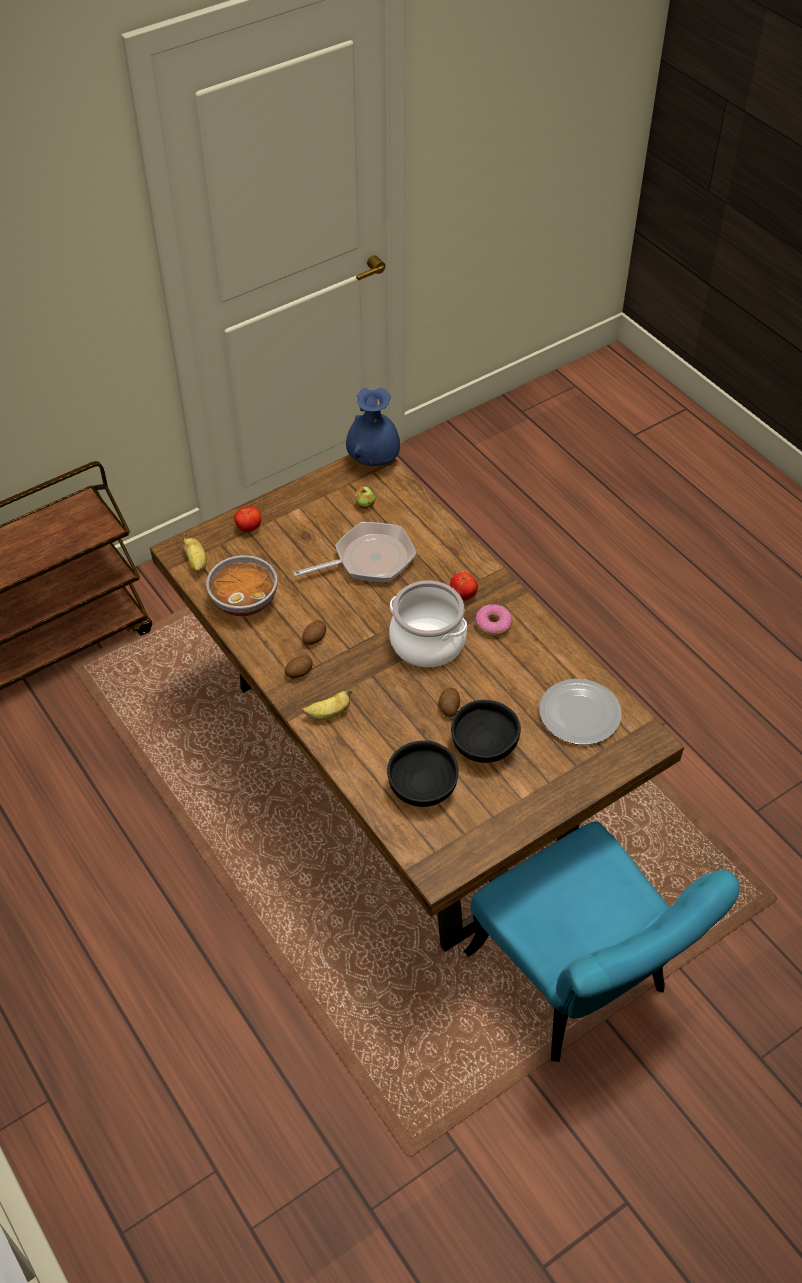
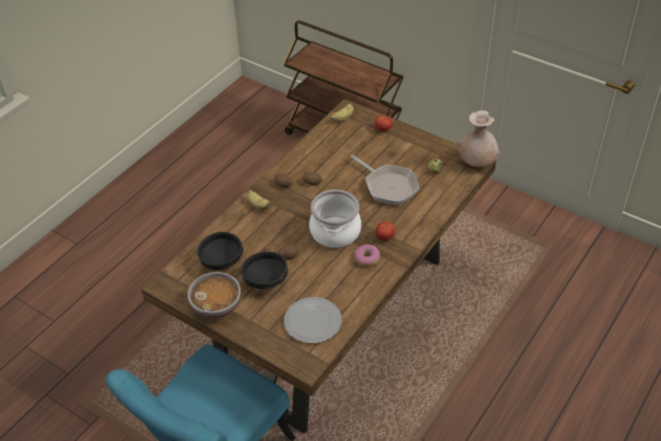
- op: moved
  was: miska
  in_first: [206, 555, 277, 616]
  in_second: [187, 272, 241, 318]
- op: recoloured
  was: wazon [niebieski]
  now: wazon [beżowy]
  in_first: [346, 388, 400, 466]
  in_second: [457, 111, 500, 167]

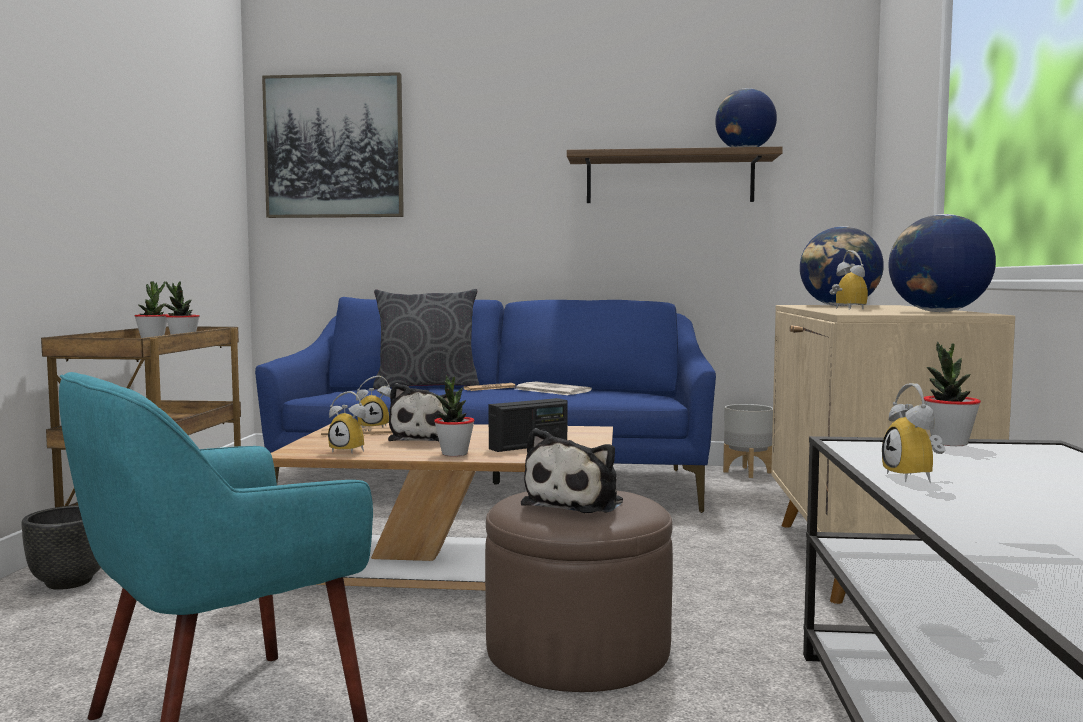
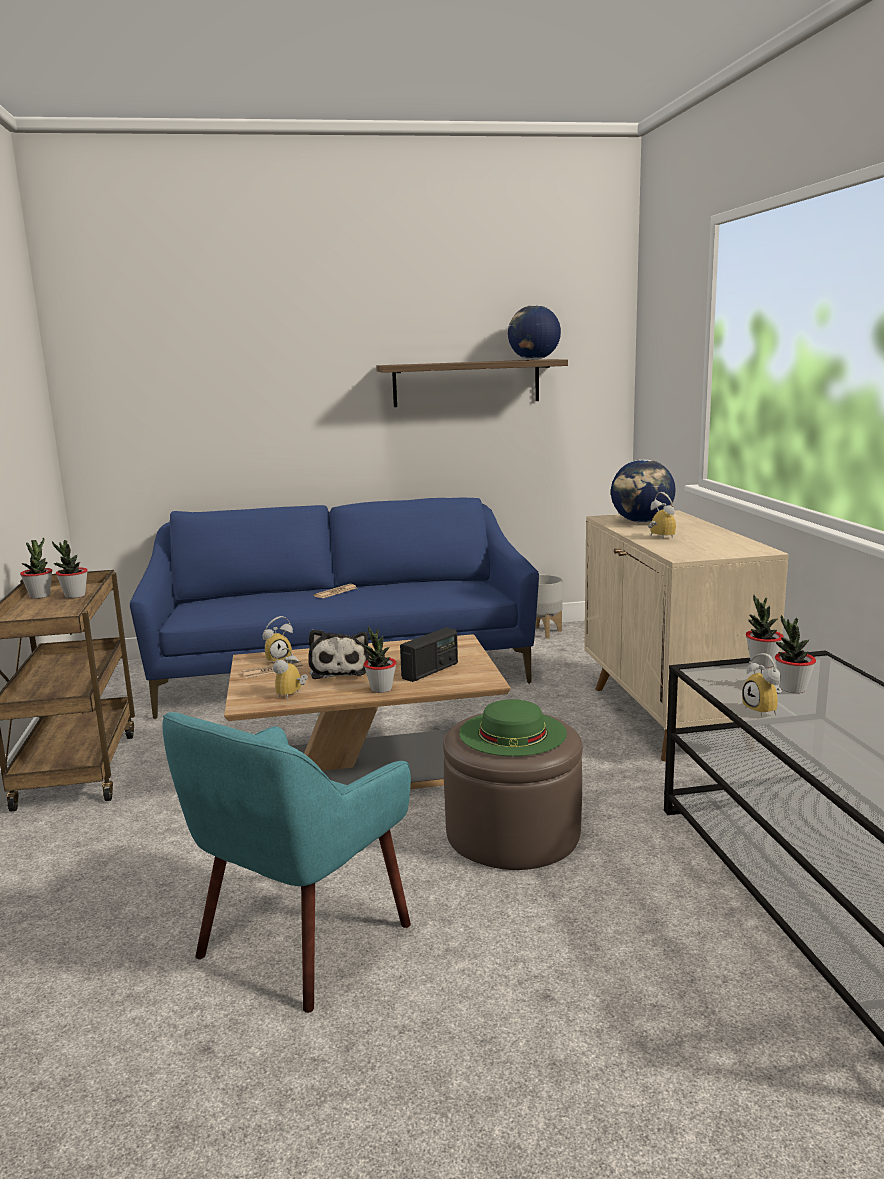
- op: removed
  was: donica [czarny]
  in_first: [22, 505, 101, 590]
- op: removed
  was: obraz
  in_first: [262, 72, 404, 218]
- op: removed
  was: poduszka [szary]
  in_first: [373, 289, 479, 389]
- op: removed
  was: gazeta
  in_first: [516, 382, 592, 395]
- op: removed
  was: globus
  in_first: [889, 214, 996, 312]
- op: added
  now: roślina doniczkowa
  in_second: [775, 615, 816, 693]
- op: replaced
  was: pluszak
  now: kapelusz [zielony]
  in_first: [521, 428, 623, 513]
  in_second: [459, 699, 567, 756]
- op: turned
  was: budzik
  in_first: [328, 391, 366, 453]
  in_second: [273, 647, 308, 700]
  clockwise: 105

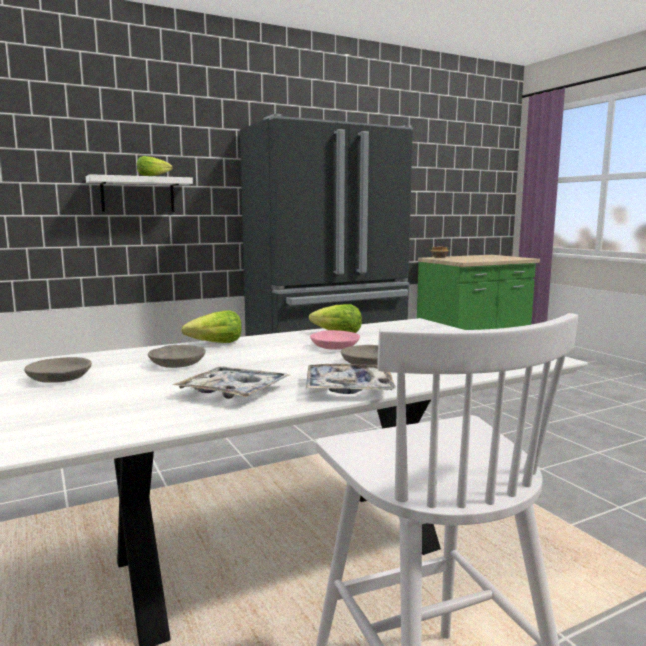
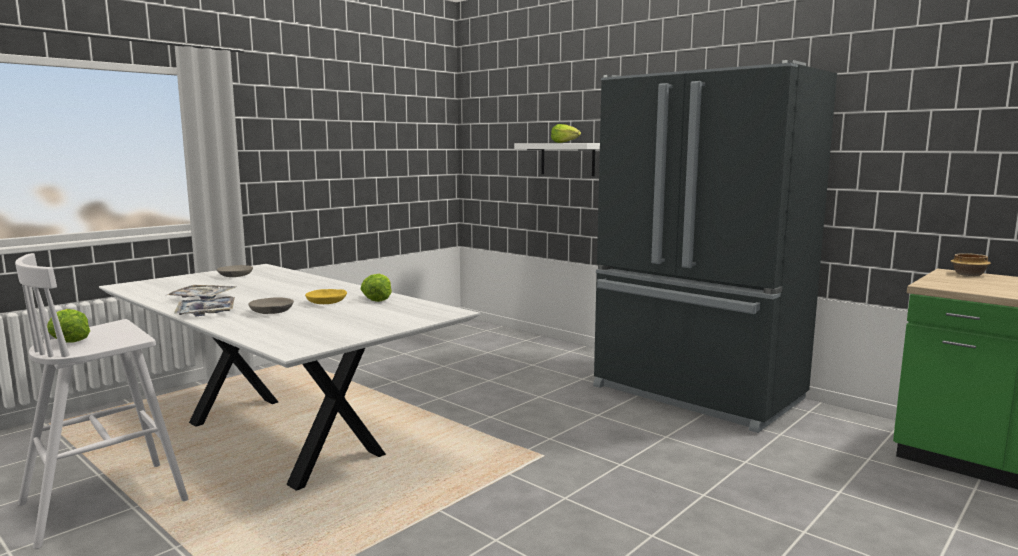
- op: removed
  was: miska [szary]
  in_first: [148, 345, 206, 368]
- op: moved
  was: sałata
  in_first: [181, 310, 242, 343]
  in_second: [47, 309, 90, 343]
- op: recoloured
  was: miska [różowy]
  now: miska [żółty]
  in_first: [310, 330, 360, 350]
  in_second: [305, 289, 347, 304]

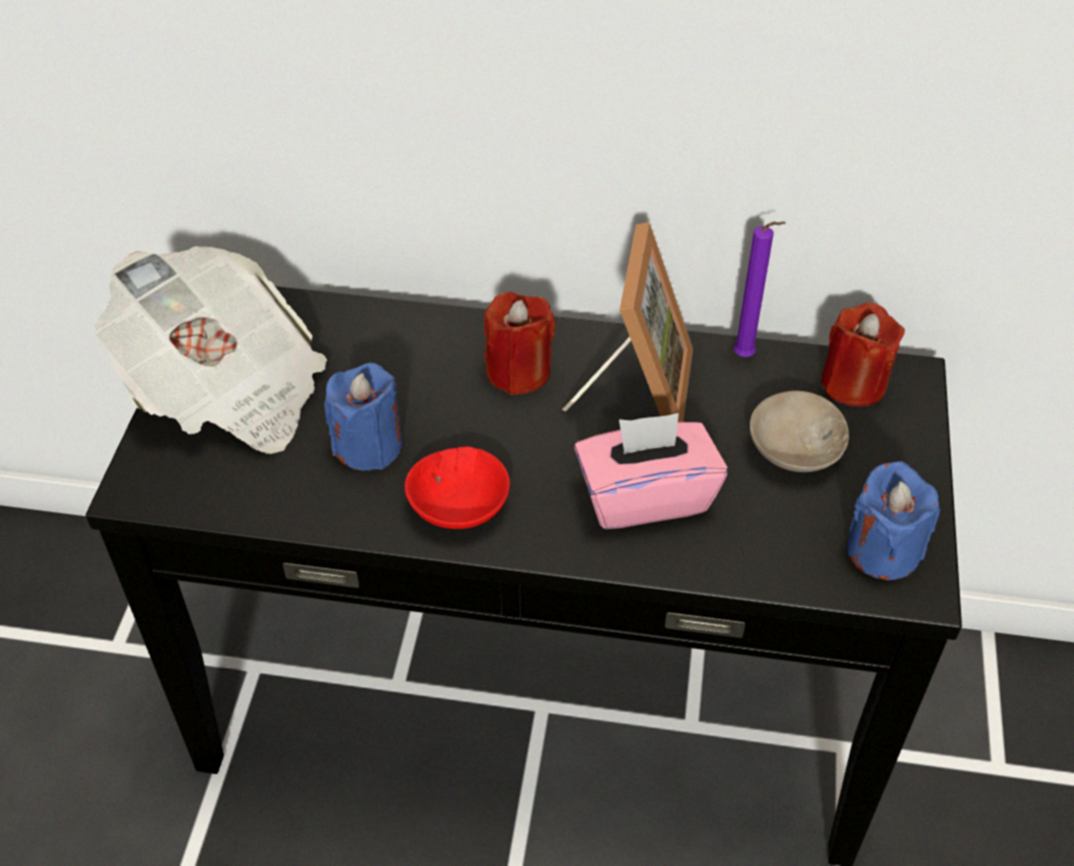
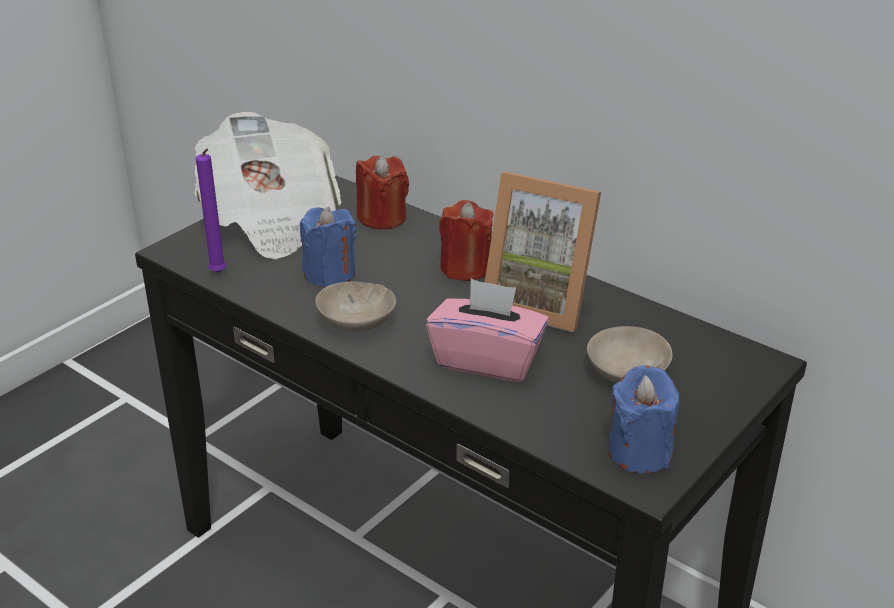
- op: moved
  was: świeca [fioletowy]
  in_first: [733, 222, 786, 357]
  in_second: [196, 148, 226, 273]
- op: moved
  was: świeca [czerwony]
  in_first: [821, 302, 905, 407]
  in_second: [356, 156, 409, 230]
- op: recoloured
  was: miska [czerwony]
  now: miska [beżowy]
  in_first: [405, 446, 510, 529]
  in_second: [315, 281, 396, 332]
- op: turned
  was: ramka na zdjęcie
  in_first: [562, 222, 693, 422]
  in_second: [485, 172, 601, 332]
  clockwise: 75

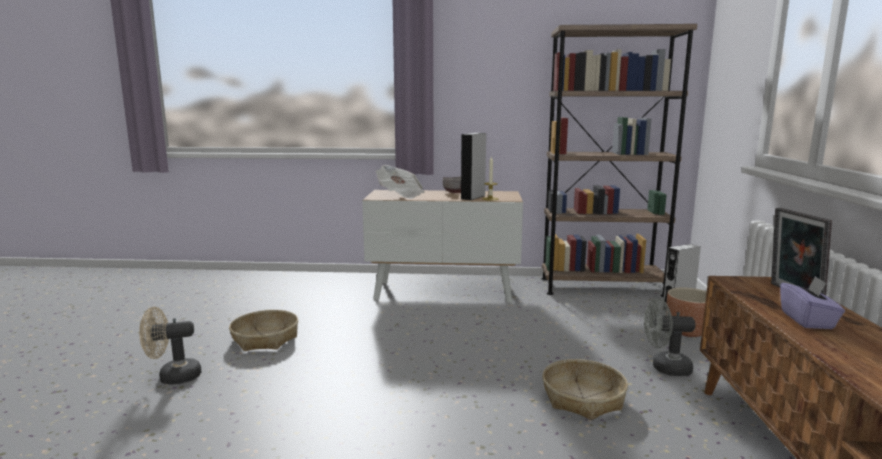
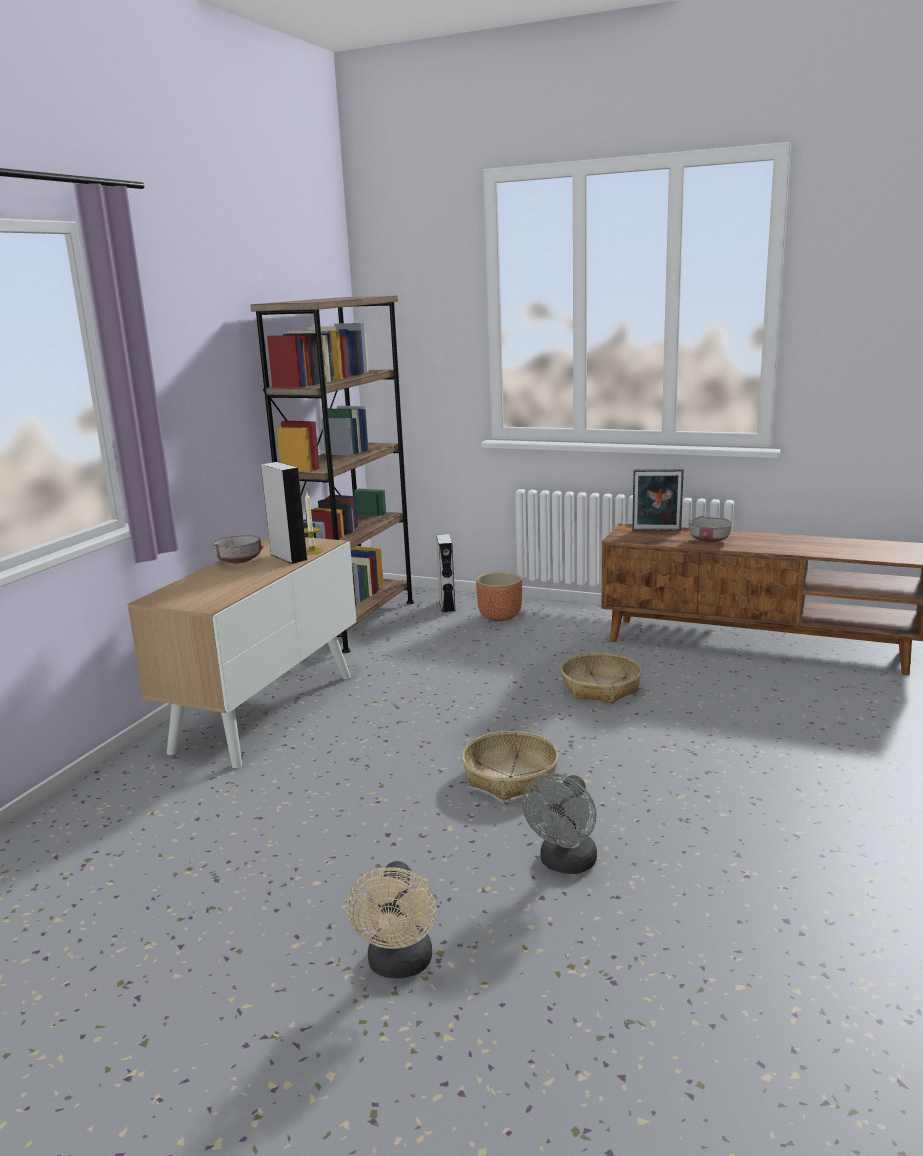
- op: removed
  was: gazeta
  in_first: [376, 165, 425, 199]
- op: moved
  was: koszyk
  in_first: [229, 310, 298, 351]
  in_second: [462, 731, 558, 801]
- op: moved
  was: wentylator [szary]
  in_first: [644, 298, 695, 376]
  in_second: [522, 773, 597, 874]
- op: replaced
  was: pudełko chusteczek [fioletowy]
  now: miska [szary]
  in_first: [780, 276, 845, 329]
  in_second: [689, 516, 732, 543]

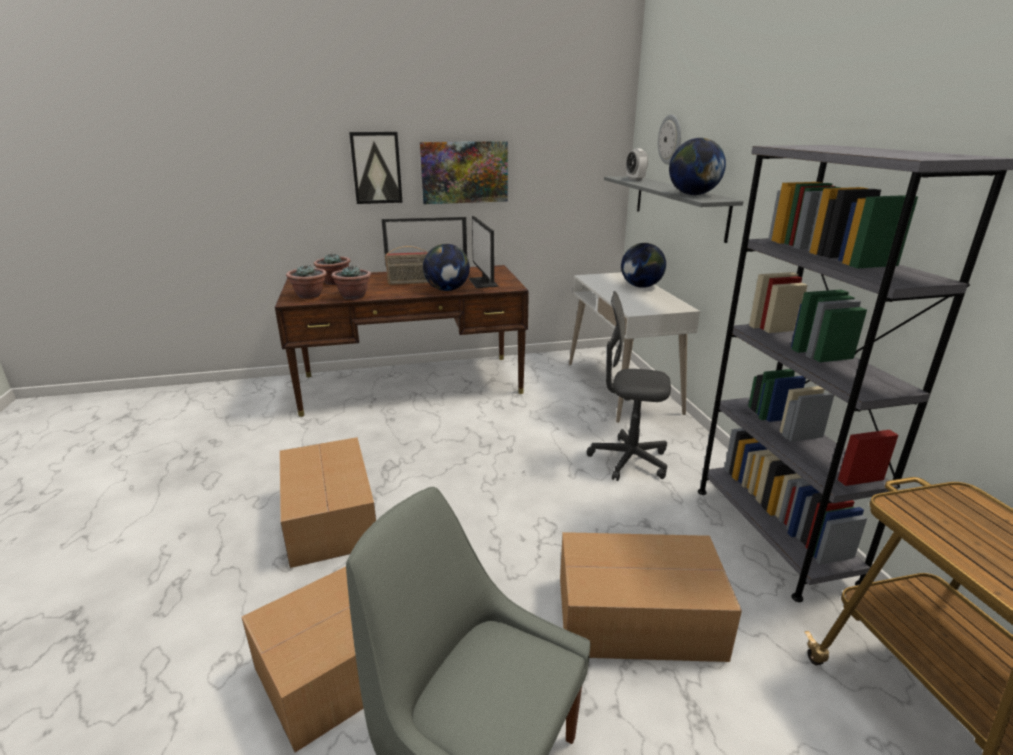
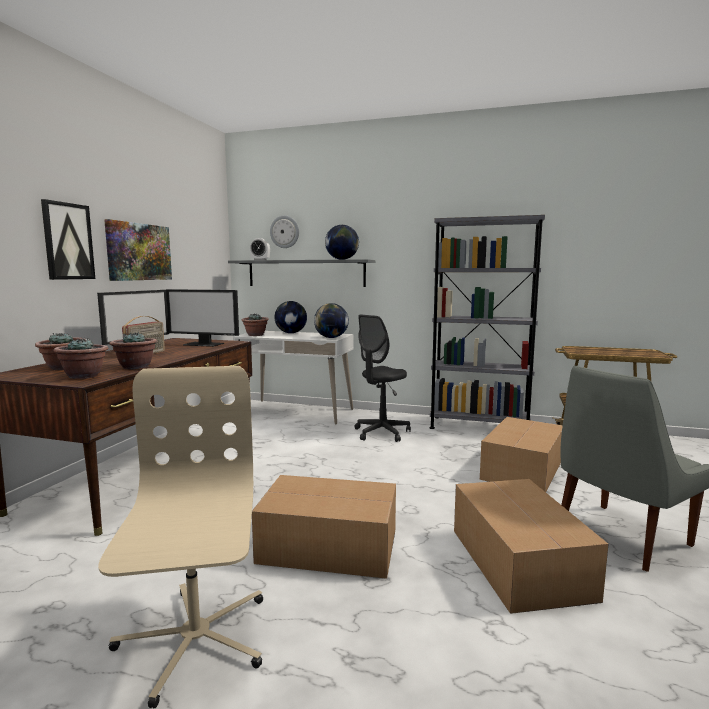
- op: added
  now: krzesło biurowe [beżowy]
  in_second: [98, 366, 263, 709]
- op: added
  now: roślina doniczkowa
  in_second: [241, 314, 269, 336]
- op: moved
  was: globus
  in_first: [423, 244, 470, 291]
  in_second: [314, 303, 349, 338]

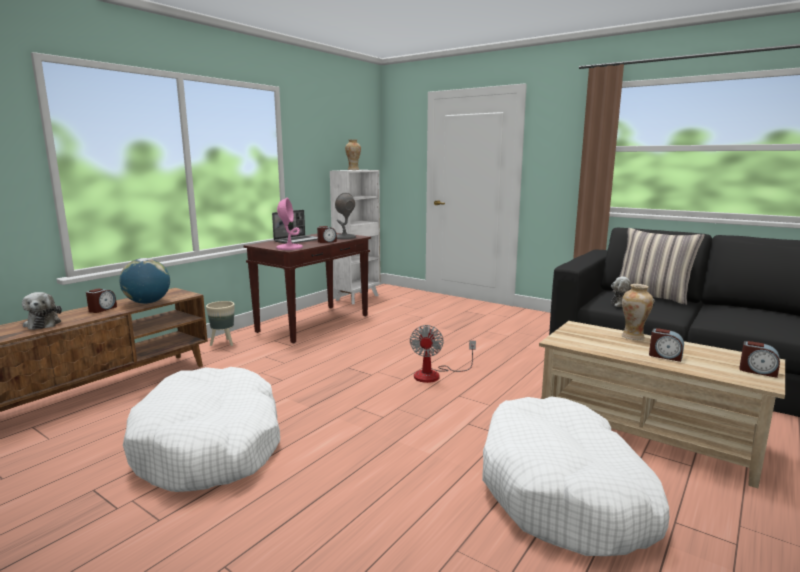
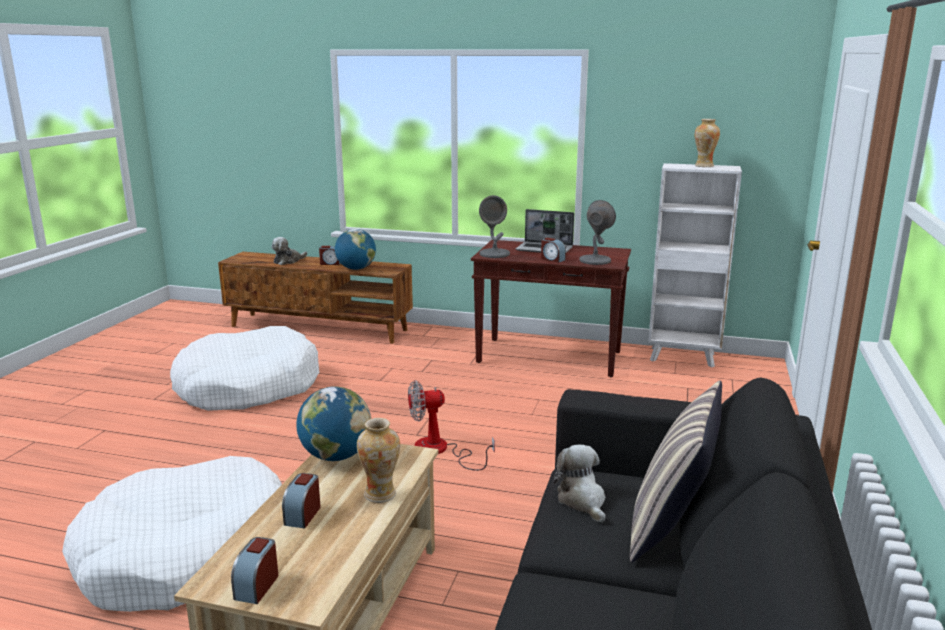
- op: removed
  was: donica [beżowy]
  in_first: [206, 301, 235, 346]
- op: added
  now: globus
  in_second: [296, 386, 371, 461]
- op: recoloured
  was: lampa stołowa [różowy]
  now: lampa stołowa [szary]
  in_first: [276, 198, 303, 250]
  in_second: [479, 195, 510, 258]

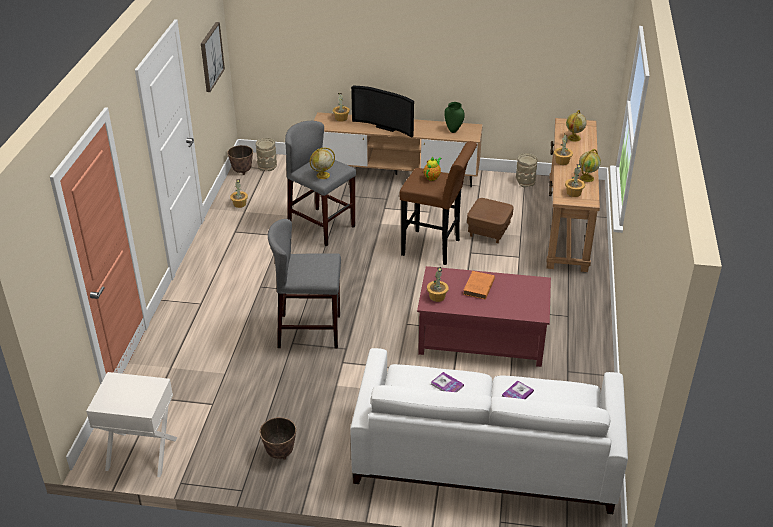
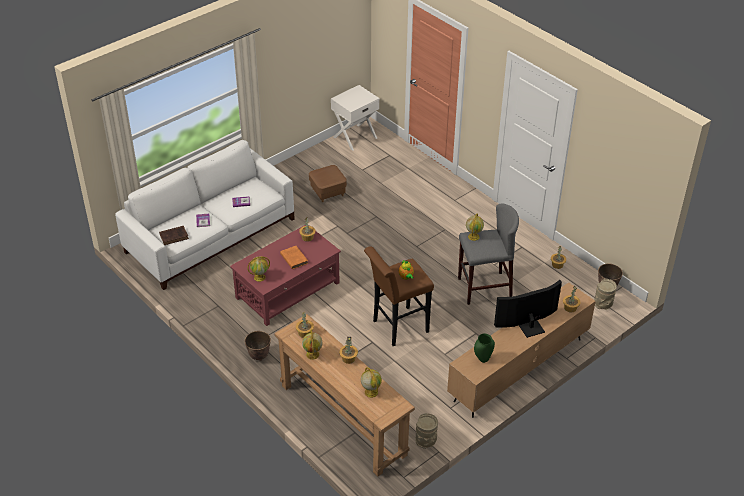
- op: removed
  was: obraz
  in_first: [201, 22, 225, 92]
- op: removed
  was: stołek [szary]
  in_first: [268, 219, 341, 348]
- op: added
  now: książka [brązowy]
  in_second: [159, 226, 189, 245]
- op: added
  now: globus
  in_second: [247, 256, 270, 282]
- op: moved
  was: donica
  in_first: [260, 417, 296, 460]
  in_second: [245, 331, 271, 361]
- op: moved
  was: pufa [brązowy]
  in_first: [467, 198, 514, 243]
  in_second: [309, 165, 347, 202]

